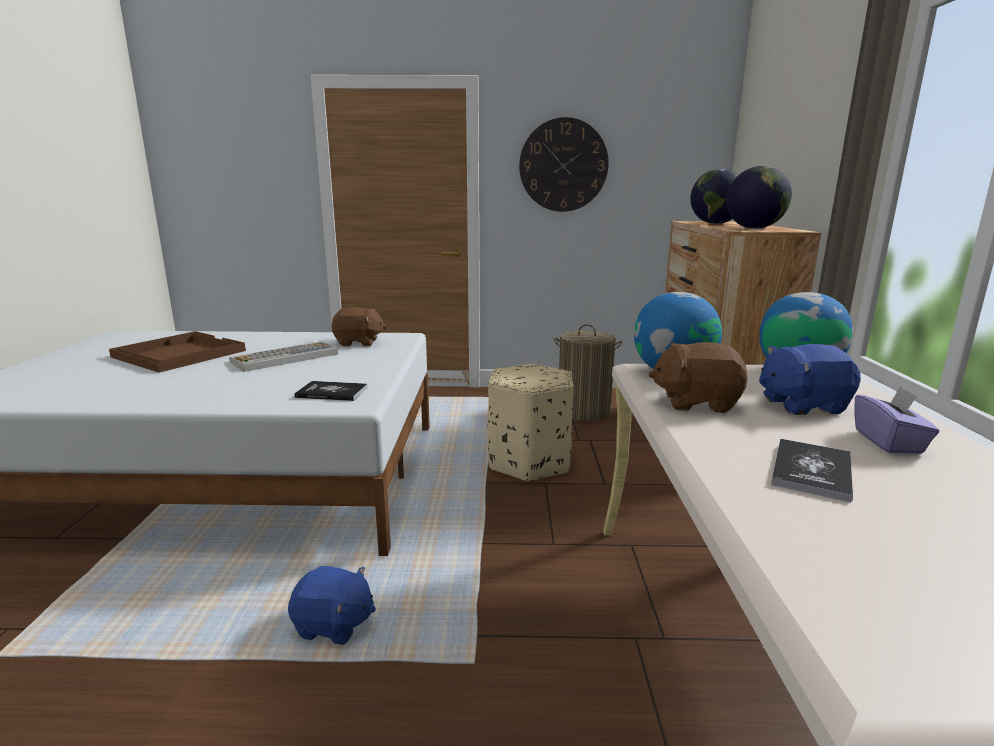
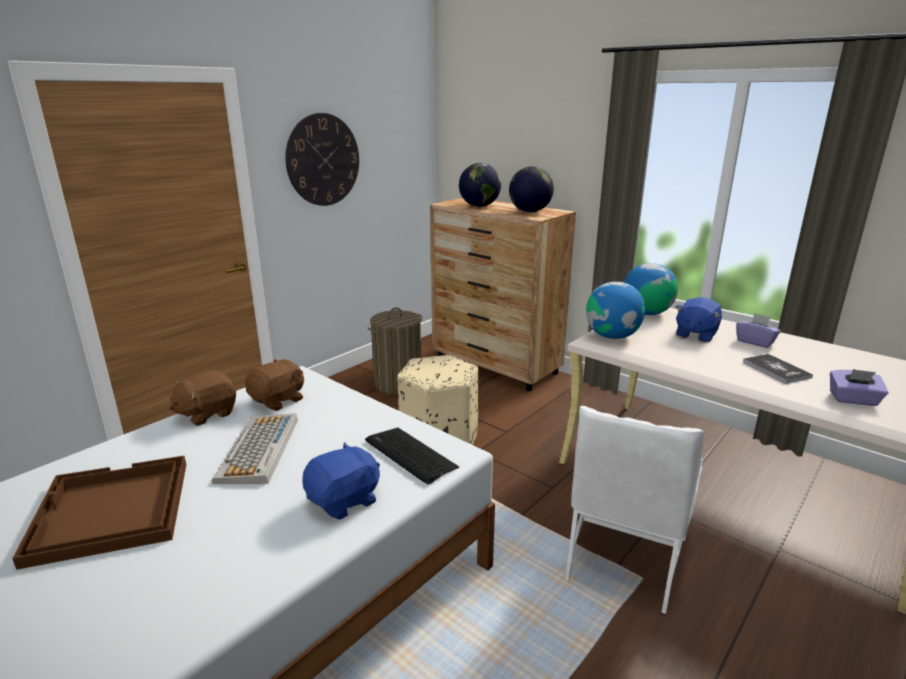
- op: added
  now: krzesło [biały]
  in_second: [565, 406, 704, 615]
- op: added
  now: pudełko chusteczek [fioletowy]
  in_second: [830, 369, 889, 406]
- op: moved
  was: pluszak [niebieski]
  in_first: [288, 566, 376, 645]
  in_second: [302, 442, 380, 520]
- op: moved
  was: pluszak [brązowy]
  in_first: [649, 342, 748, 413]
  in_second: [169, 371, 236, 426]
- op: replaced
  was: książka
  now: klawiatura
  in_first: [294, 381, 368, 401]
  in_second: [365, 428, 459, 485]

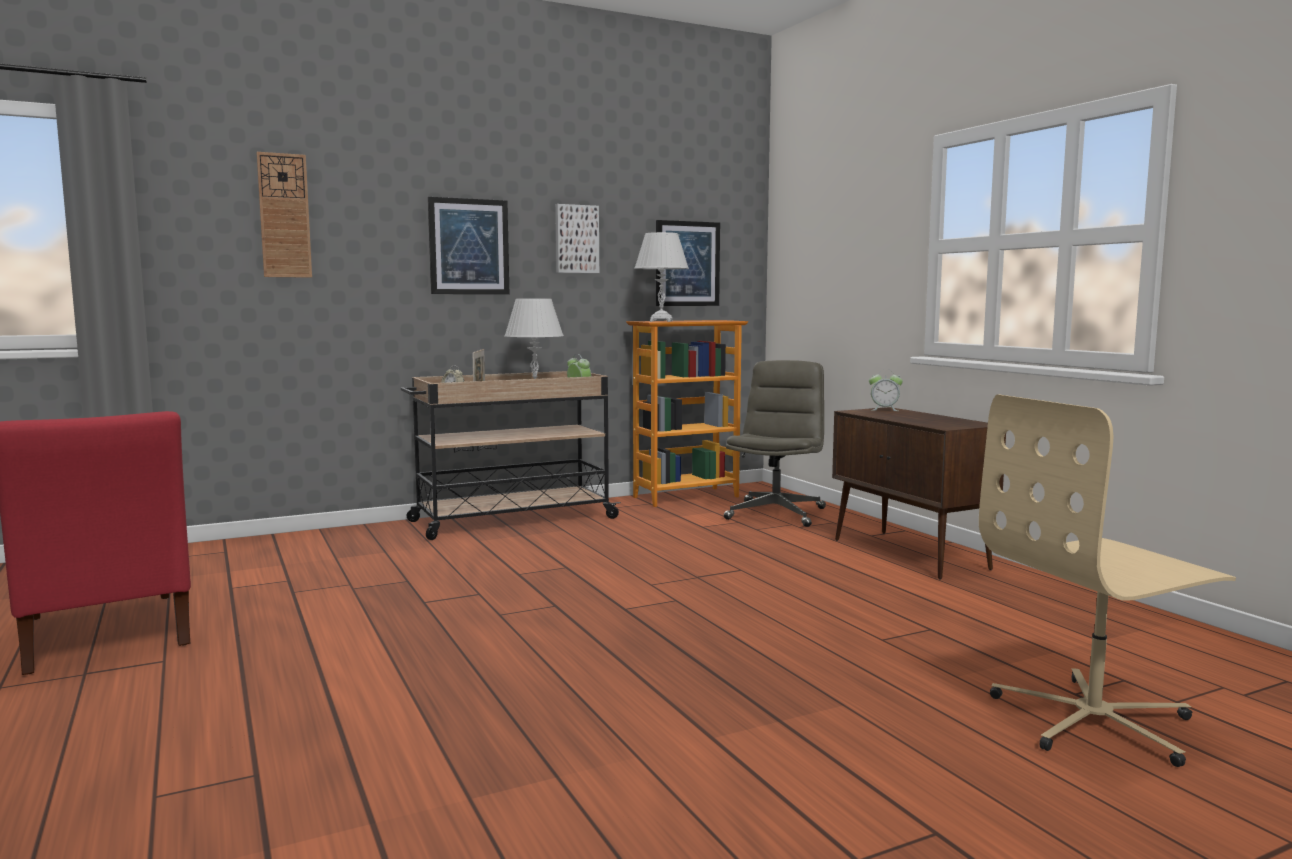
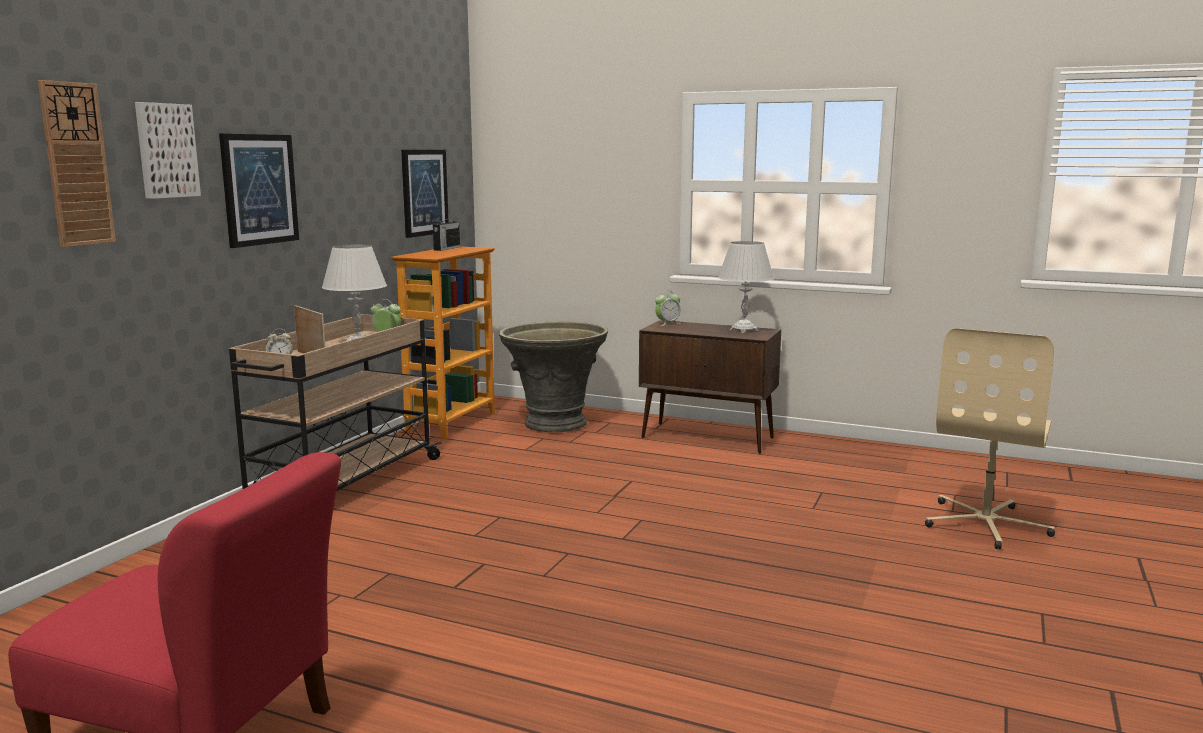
- op: added
  now: radio
  in_second: [433, 216, 460, 251]
- op: moved
  was: obraz
  in_first: [555, 204, 599, 273]
  in_second: [135, 102, 201, 199]
- op: moved
  was: lampa stołowa [biały]
  in_first: [634, 232, 689, 322]
  in_second: [718, 241, 774, 333]
- op: replaced
  was: krzesło biurowe [szary]
  now: donica [szary]
  in_first: [724, 360, 826, 527]
  in_second: [499, 322, 608, 432]

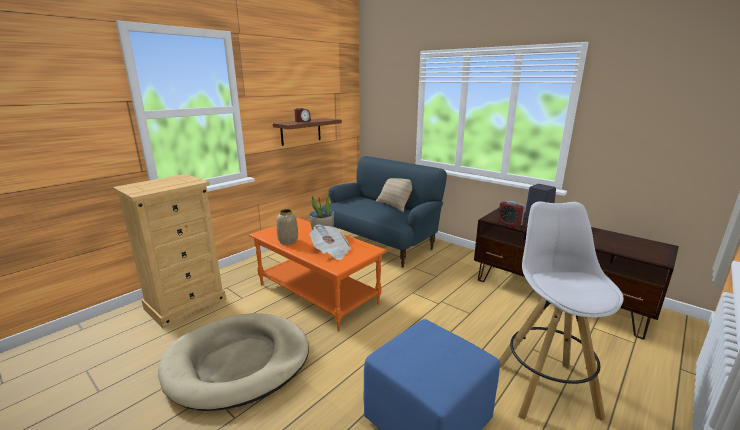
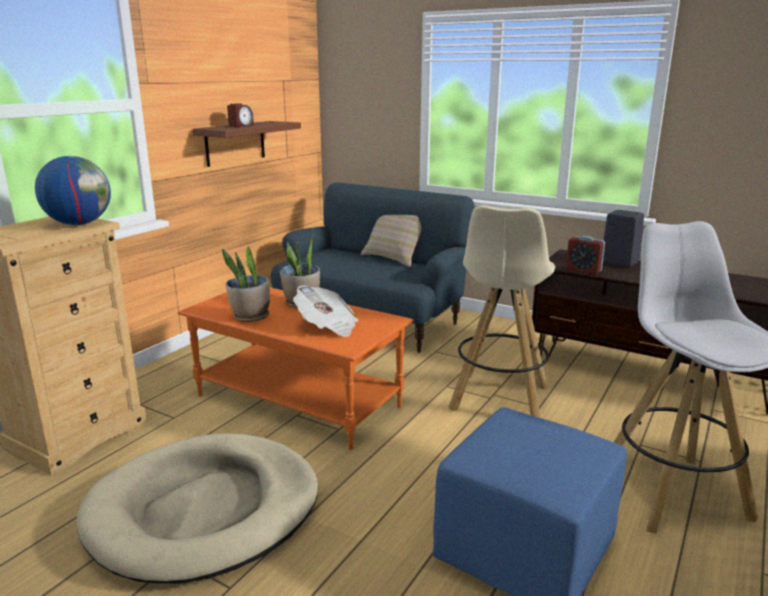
- op: added
  now: globus
  in_second: [35, 156, 111, 225]
- op: added
  now: stołek [beżowy]
  in_second: [448, 205, 555, 418]
- op: replaced
  was: wazon
  now: roślina doniczkowa
  in_first: [276, 209, 298, 245]
  in_second: [222, 246, 270, 322]

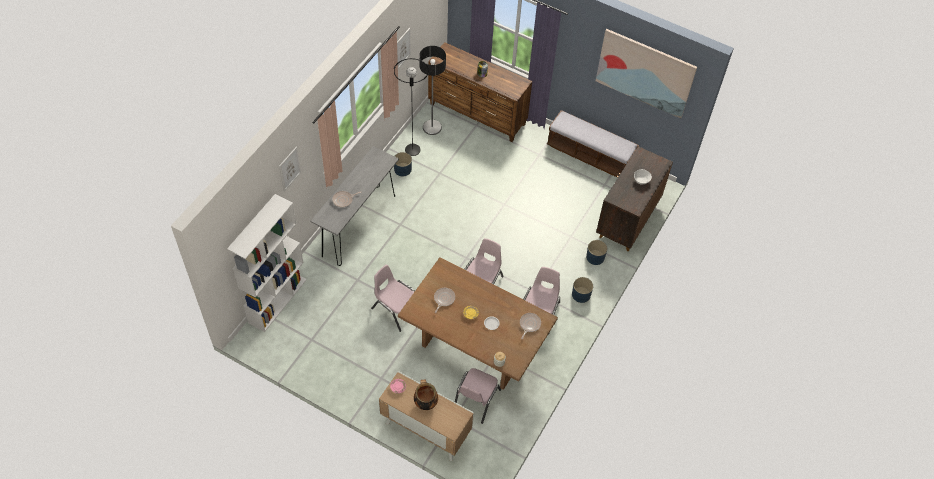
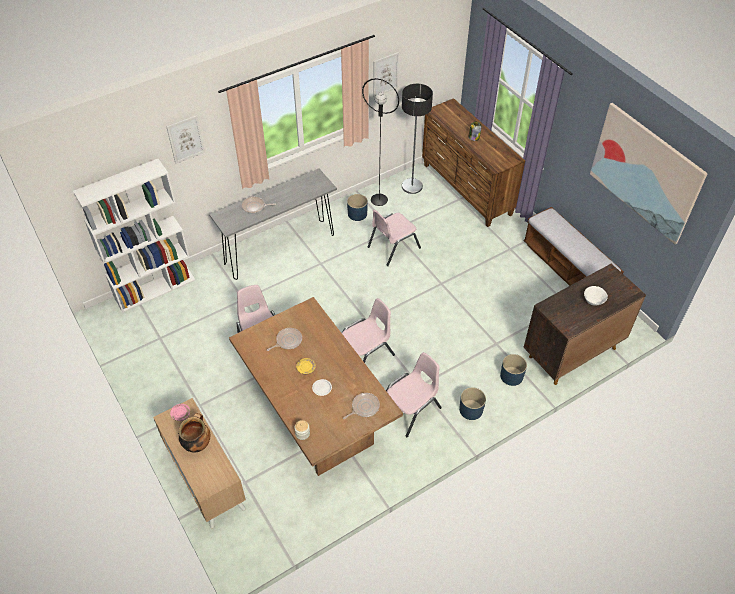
- op: moved
  was: krzesło [różowy]
  in_first: [455, 368, 501, 424]
  in_second: [368, 209, 421, 266]

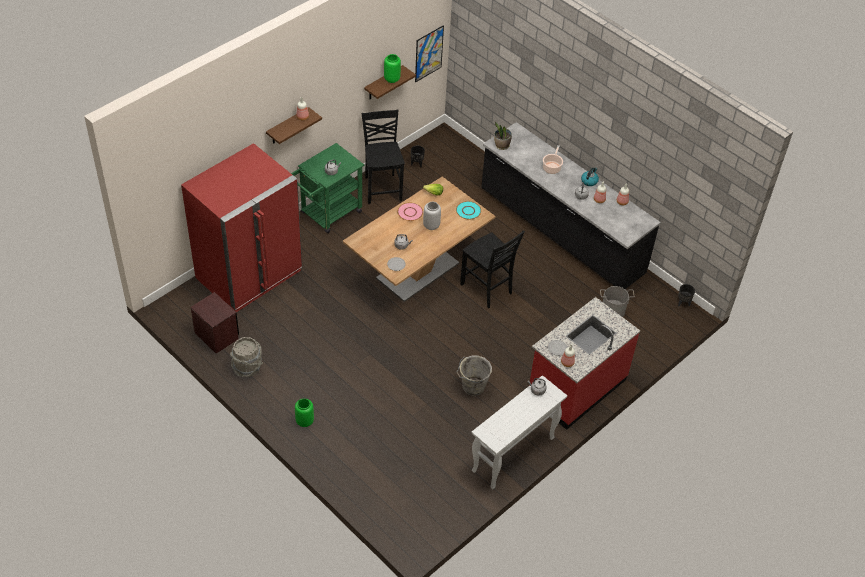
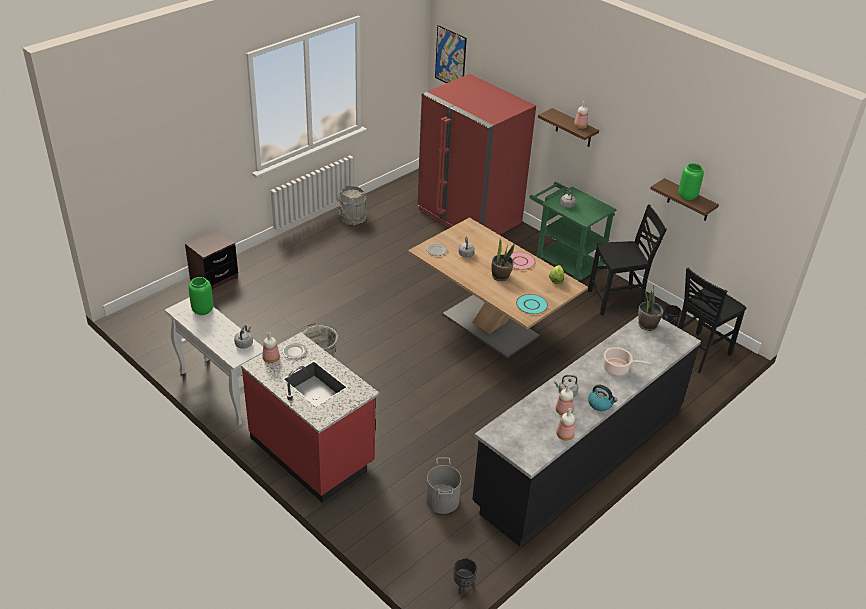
- op: moved
  was: szafka nocna [brązowy]
  in_first: [191, 292, 239, 354]
  in_second: [185, 229, 238, 290]
- op: moved
  was: wazon [zielony]
  in_first: [295, 399, 314, 427]
  in_second: [188, 277, 213, 315]
- op: moved
  was: obraz
  in_first: [415, 25, 444, 82]
  in_second: [435, 25, 467, 83]
- op: moved
  was: krzesło [czarny]
  in_first: [460, 230, 525, 308]
  in_second: [678, 268, 747, 373]
- op: replaced
  was: wazon [szary]
  now: roślina doniczkowa
  in_first: [423, 202, 441, 230]
  in_second: [491, 239, 515, 281]

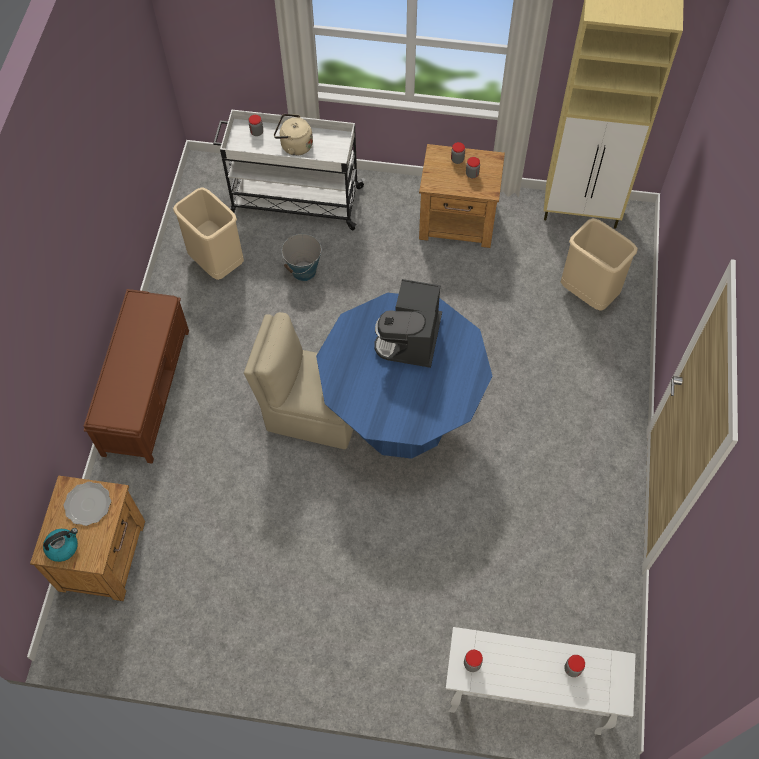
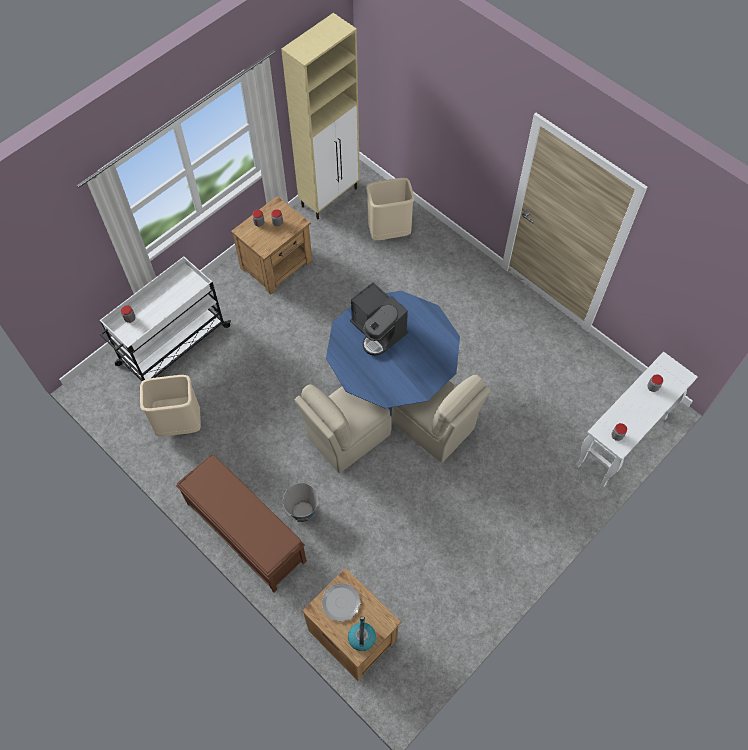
- op: removed
  was: czajnik [beżowy]
  in_first: [274, 114, 313, 156]
- op: added
  now: krzesło [beżowy]
  in_second: [392, 375, 491, 462]
- op: moved
  was: wiadro
  in_first: [282, 234, 321, 281]
  in_second: [282, 483, 320, 522]

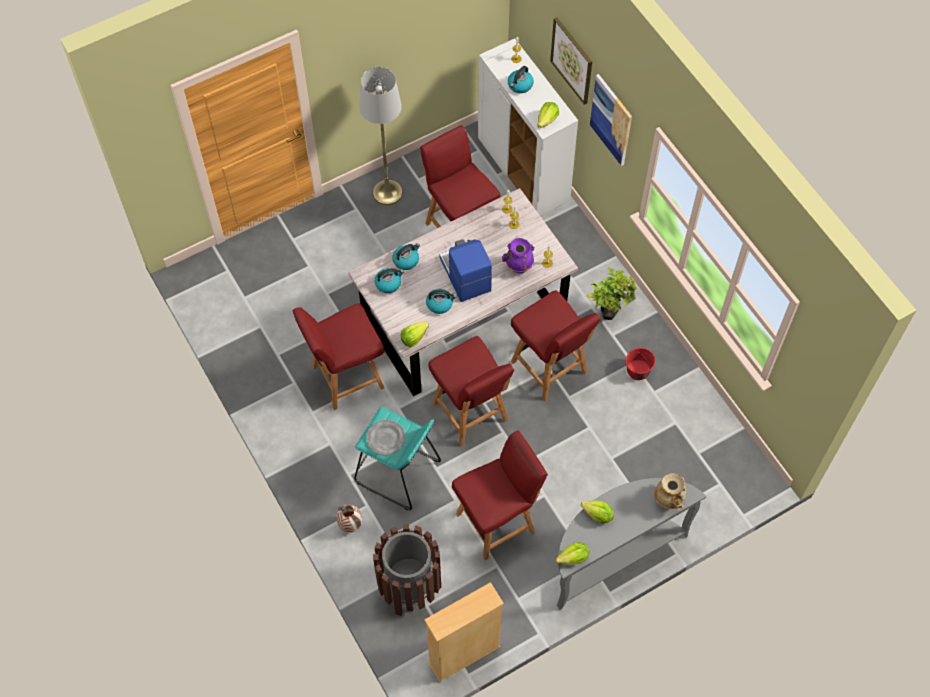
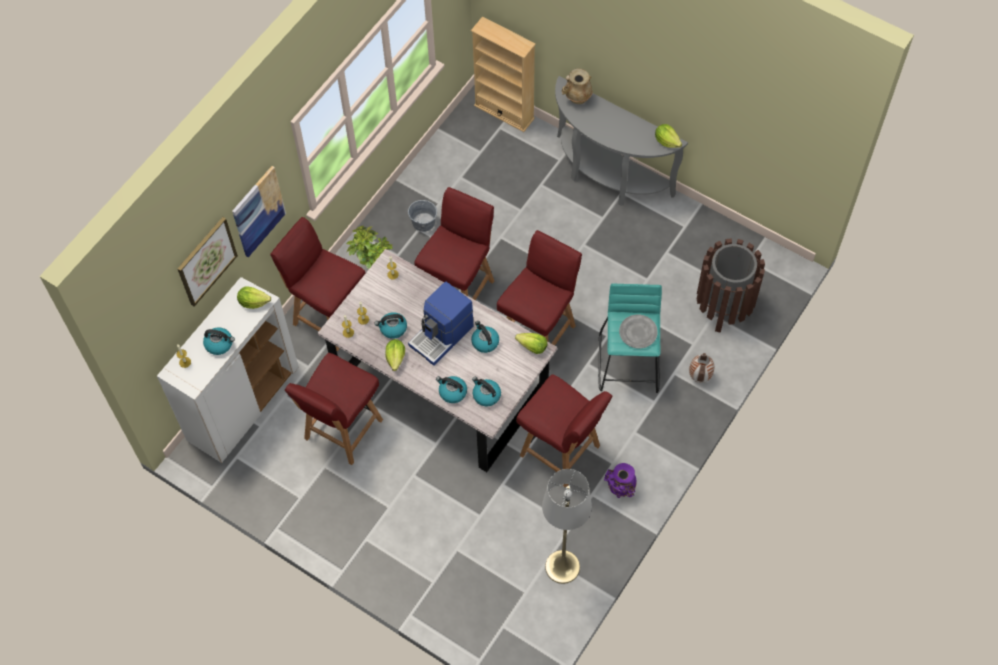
- op: added
  now: czajnik
  in_second: [374, 312, 407, 339]
- op: moved
  was: lampa stojąca [szary]
  in_first: [359, 67, 403, 205]
  in_second: [542, 469, 592, 584]
- op: moved
  was: regał [beżowy]
  in_first: [424, 582, 504, 682]
  in_second: [471, 16, 536, 132]
- op: moved
  was: krzesło [czerwony]
  in_first: [452, 430, 548, 560]
  in_second: [270, 217, 365, 351]
- op: moved
  was: wazon [fioletowy]
  in_first: [502, 238, 535, 273]
  in_second: [604, 463, 637, 498]
- op: moved
  was: sałata
  in_first: [581, 501, 614, 523]
  in_second: [385, 339, 405, 371]
- op: recoloured
  was: wiadro [czerwony]
  now: wiadro [szary]
  in_first: [626, 348, 656, 380]
  in_second: [408, 200, 437, 232]

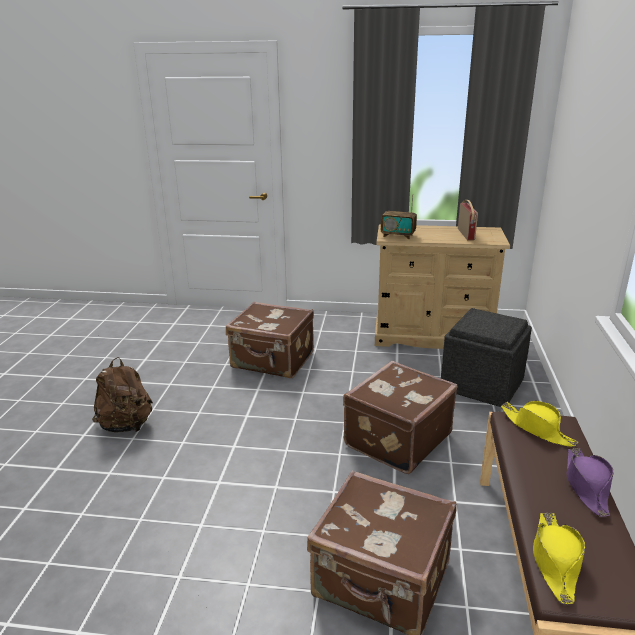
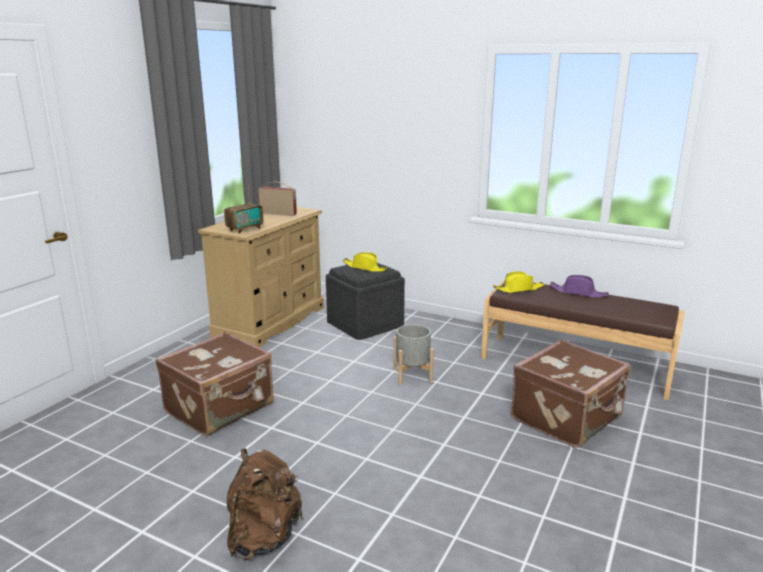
- op: moved
  was: kapelusz [żółty]
  in_first: [533, 512, 585, 604]
  in_second: [343, 252, 388, 272]
- op: replaced
  was: walizka [brązowy]
  now: donica [szary]
  in_first: [343, 361, 458, 474]
  in_second: [394, 324, 434, 385]

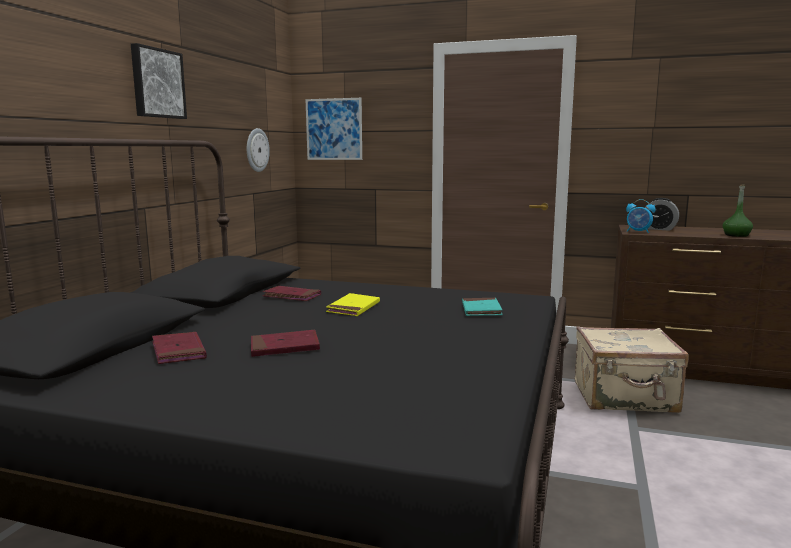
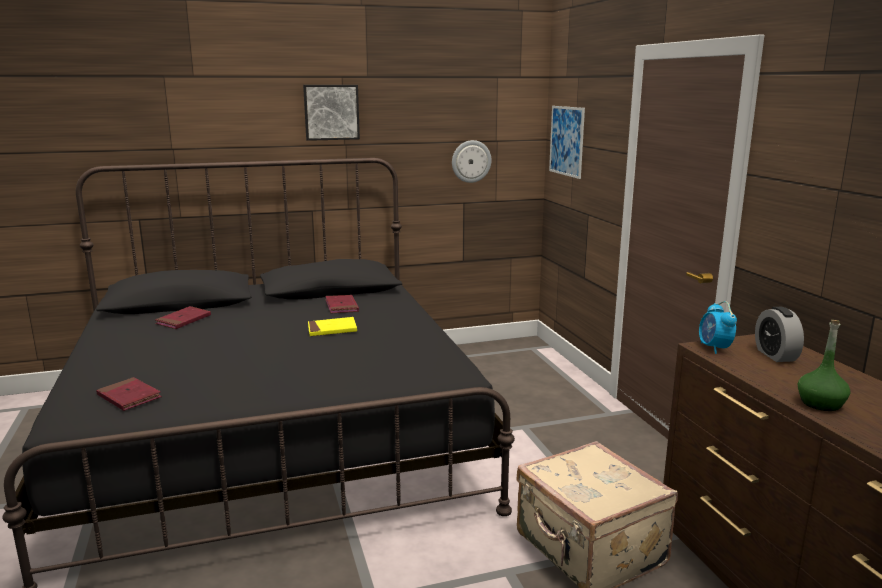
- op: removed
  was: książka [turkusowy]
  in_first: [462, 298, 503, 316]
- op: moved
  was: książka [czerwony]
  in_first: [251, 330, 320, 357]
  in_second: [96, 377, 162, 411]

